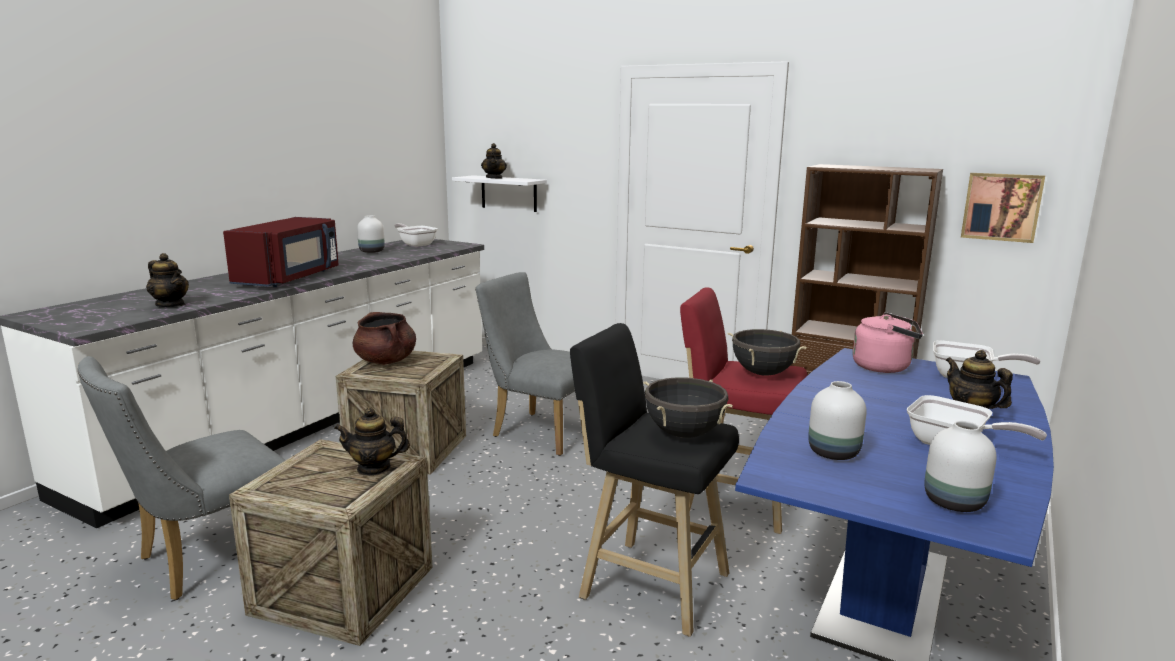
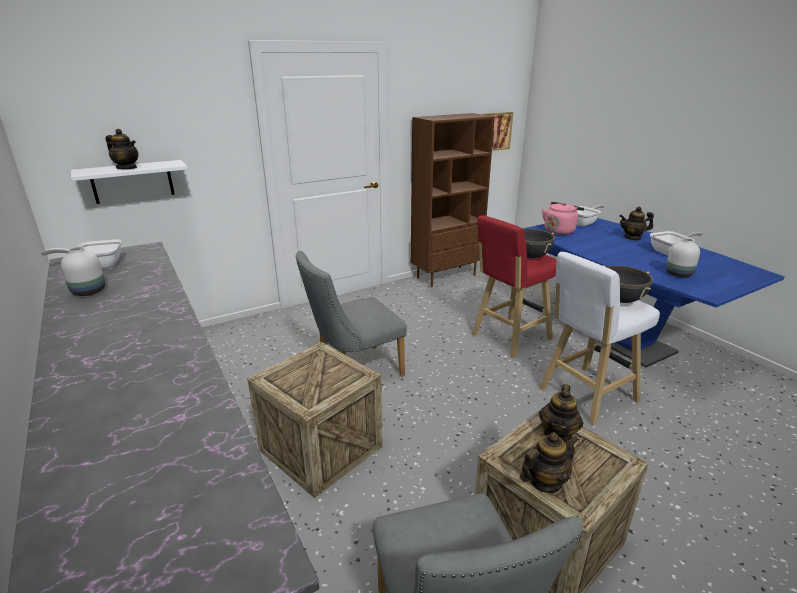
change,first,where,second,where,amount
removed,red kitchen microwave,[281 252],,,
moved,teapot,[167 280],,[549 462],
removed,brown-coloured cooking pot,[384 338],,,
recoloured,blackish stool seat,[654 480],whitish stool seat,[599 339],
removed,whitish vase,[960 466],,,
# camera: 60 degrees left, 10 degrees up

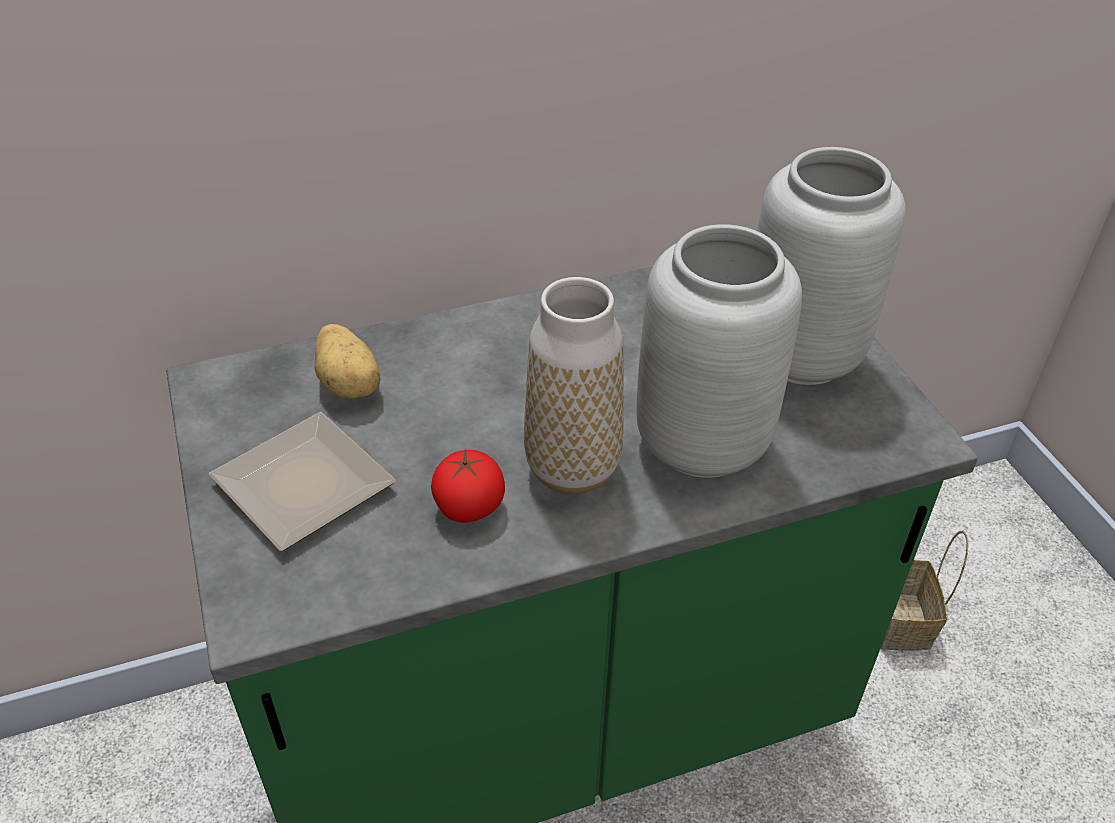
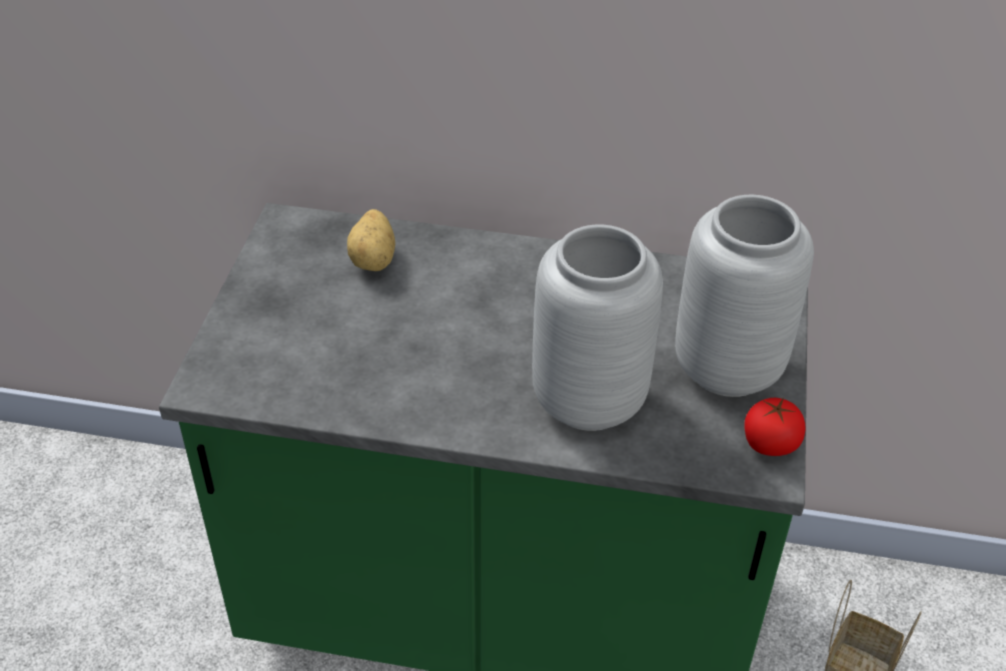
change,first,where,second,where,amount
removed,vase,[574 385],,,
removed,plate,[302 481],,,
moved,fresh tomato,[468 486],,[775 427],
# camera: 30 degrees right, 0 degrees up

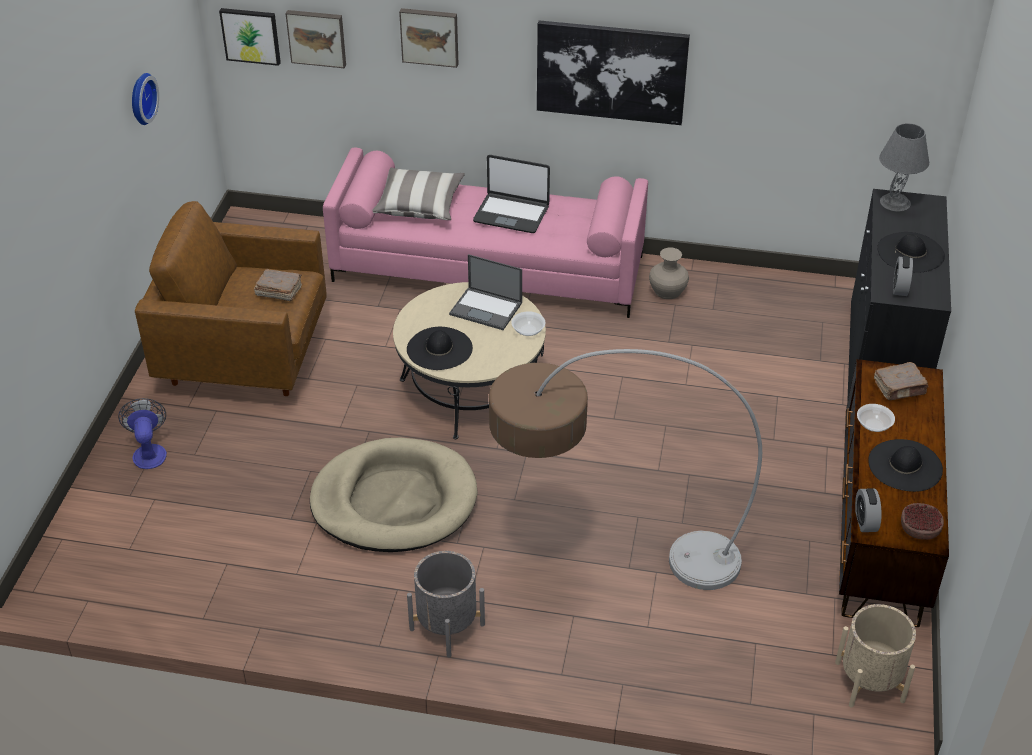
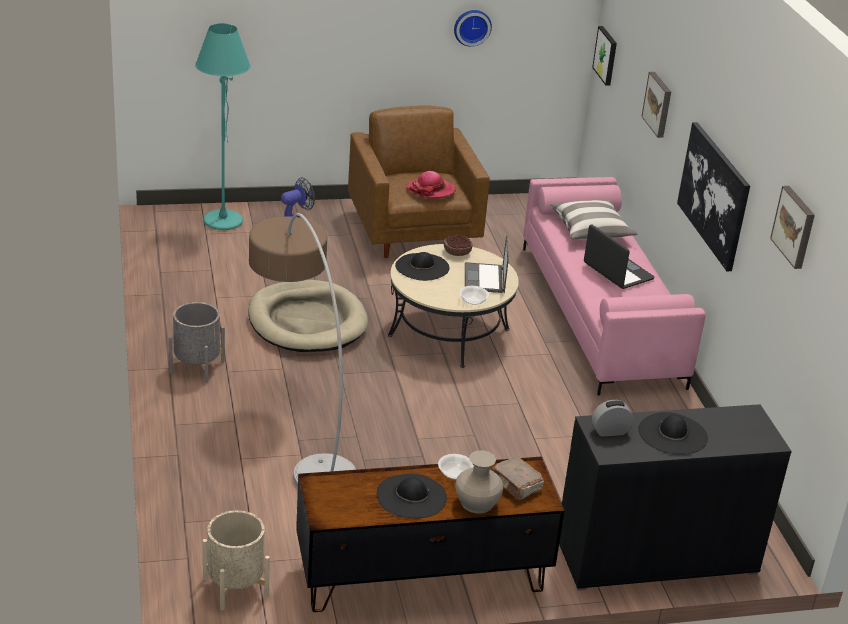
change,first,where,second,where,amount
moved,wall picture,[315 39],,[792 227],
removed,grey tabletop lamp,[904 167],,,
turned,laptop,[511 194],,[619 256],150 degrees clockwise
moved,beige vase,[669 273],,[479 482],
replaced,brown-coloured volume,[278 285],wearable hat,[431 185],
removed,alarm clock,[868 510],,,
moved,serving bowl,[922 521],,[458 245],
added,,,turquoise standing lamp,[223 126],
# camera: 65 degrees right, 10 degrees down

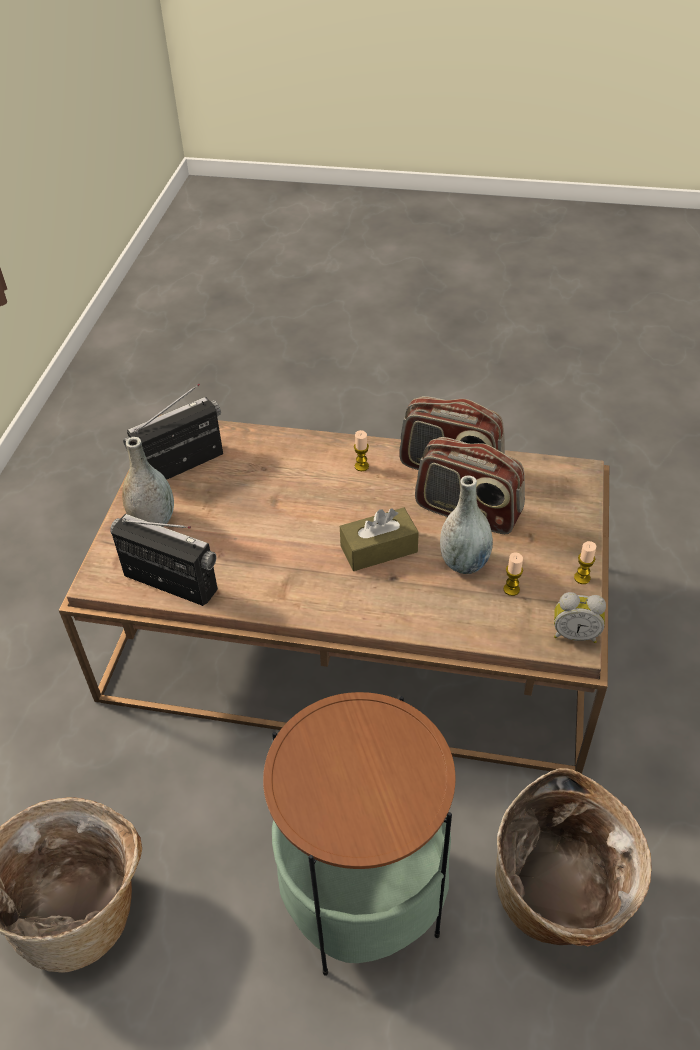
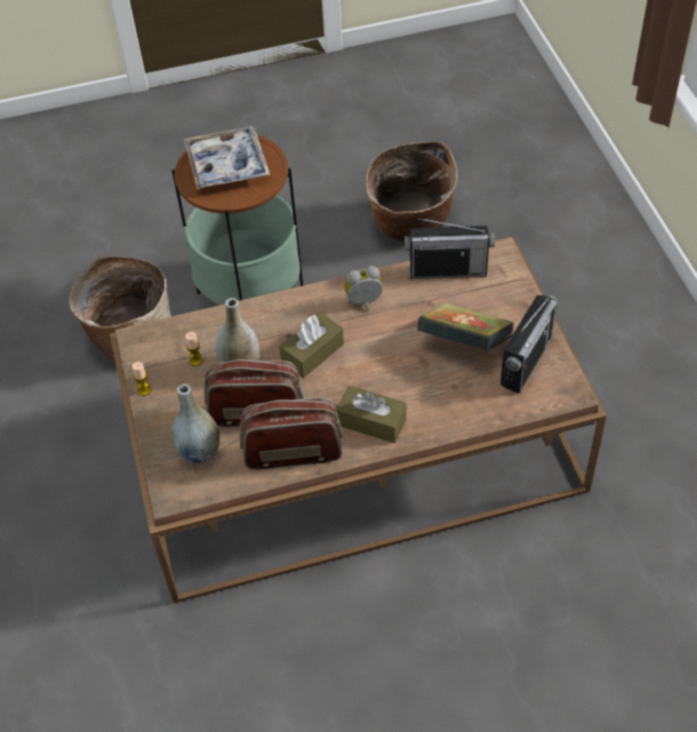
change,first,where,second,where,amount
replaced,wax light,[361 450],brown-coloured tissue box,[372 414],
moved,grey vase,[148 482],,[196 424],
moved,alarm clock,[580 617],,[363 288],
added,,,carrying tray,[227 158],
added,,,volume,[465 326],
# camera: 155 degrees right, 5 degrees up

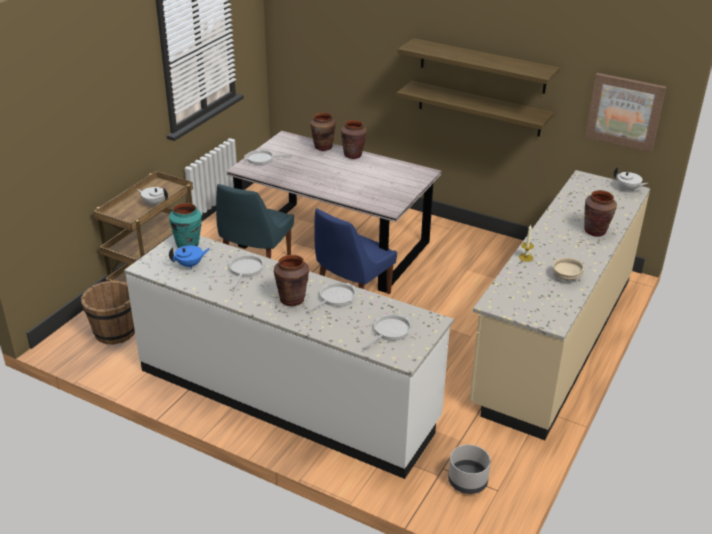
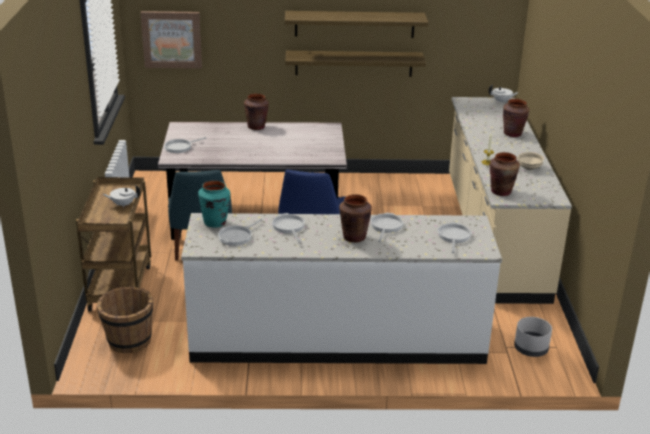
change,first,where,second,where,amount
moved,wall picture,[625 112],,[171 40],
moved,brown-coloured vase,[323 131],,[504 174],
replaced,blue-coloured teapot,[189 257],frying pan,[240 232],
# camera: 30 degrees left, 5 degrees down

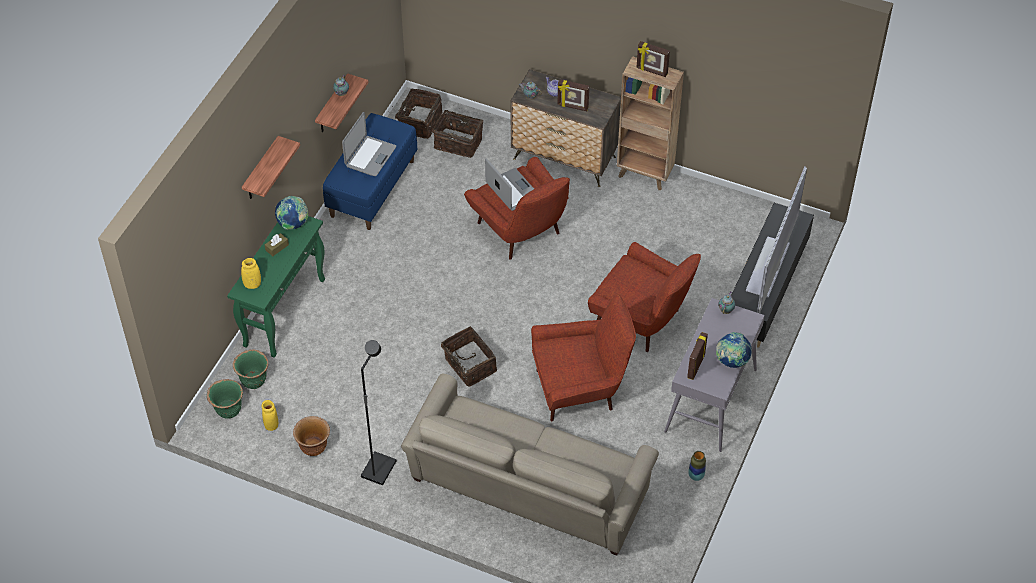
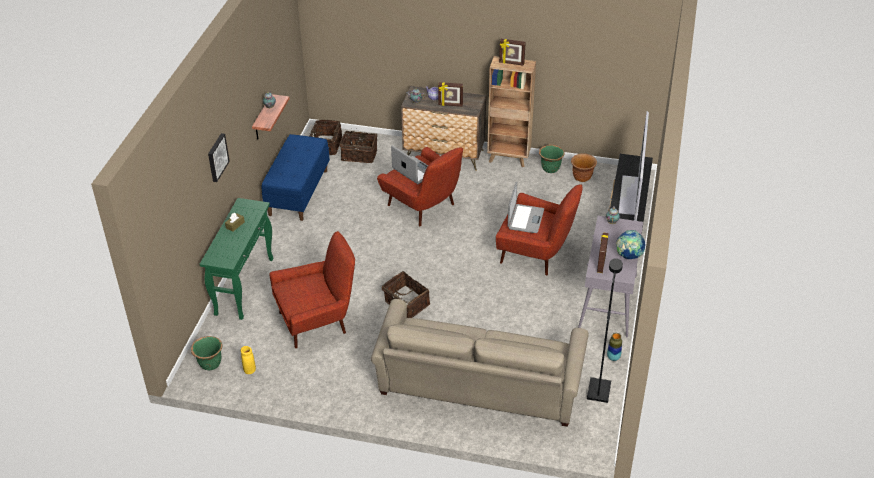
change,first,where,second,where,amount
moved,laptop,[369 144],,[526 207],
replaced,shelf,[271 167],wall picture,[218 157],
removed,world globe,[292 213],,,
removed,yellow vase,[251 273],,,
moved,red armchair,[583 357],,[312 289],
moved,blackish standing lamp,[378 412],,[605 330],
moved,green-coloured planter,[250 369],,[552 159],
moved,brown-coloured planter,[311 436],,[584 167],
# camera: 10 degrees left, 10 degrees down

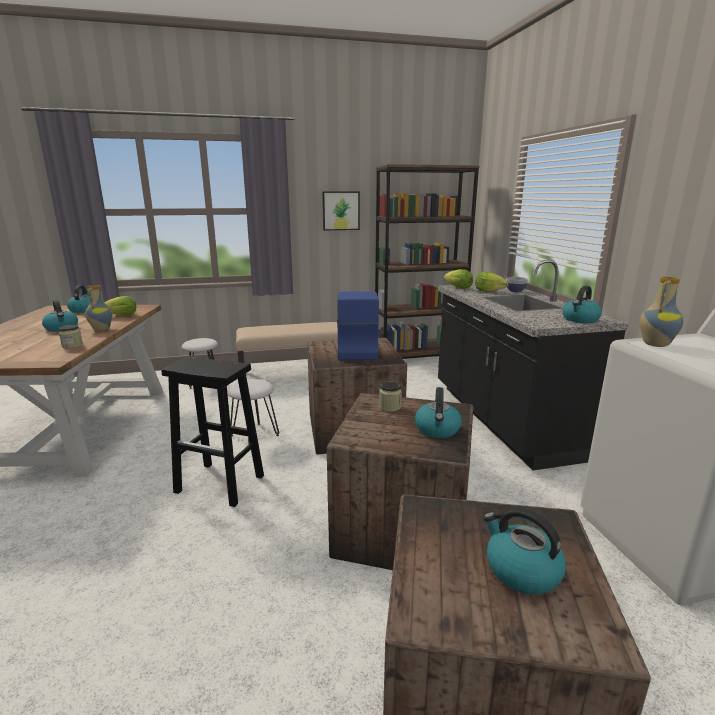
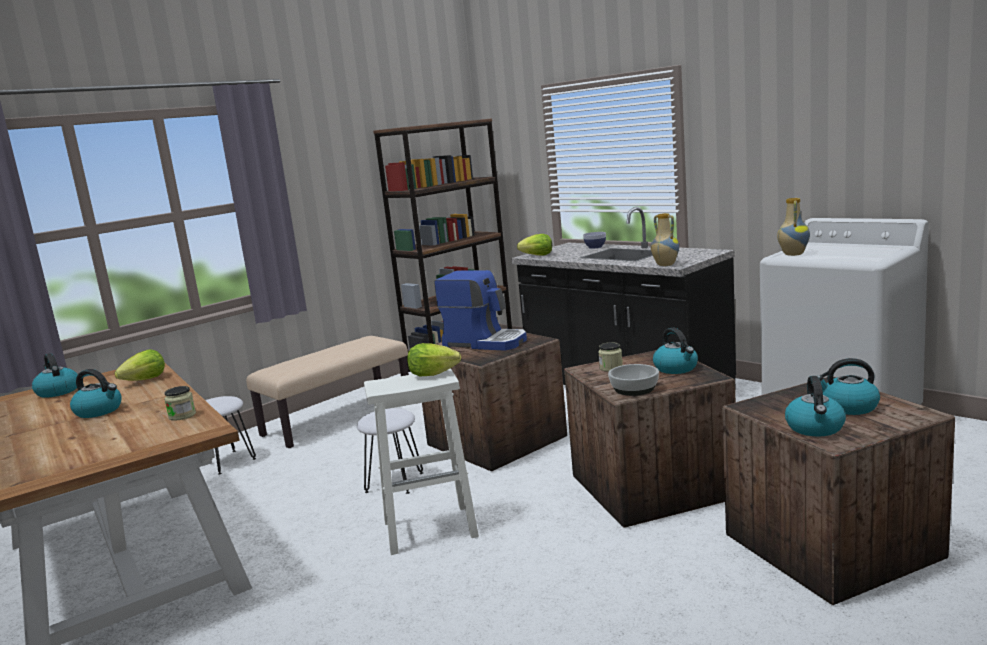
change,first,where,second,where,amount
removed,wall picture,[341 210],,,
moved,head of lettuce,[491 282],,[434 359],
moved,vase,[99 308],,[665 239],
moved,water kettle,[582 304],,[815 406],
turned,coffee brewer,[358 325],,[480 310],150 degrees clockwise
recoloured,blackish stool seat,[212 431],whitish stool seat,[421 461],
added,,,serving bowl,[633 380],
# camera: 30 degrees left, 5 degrees down

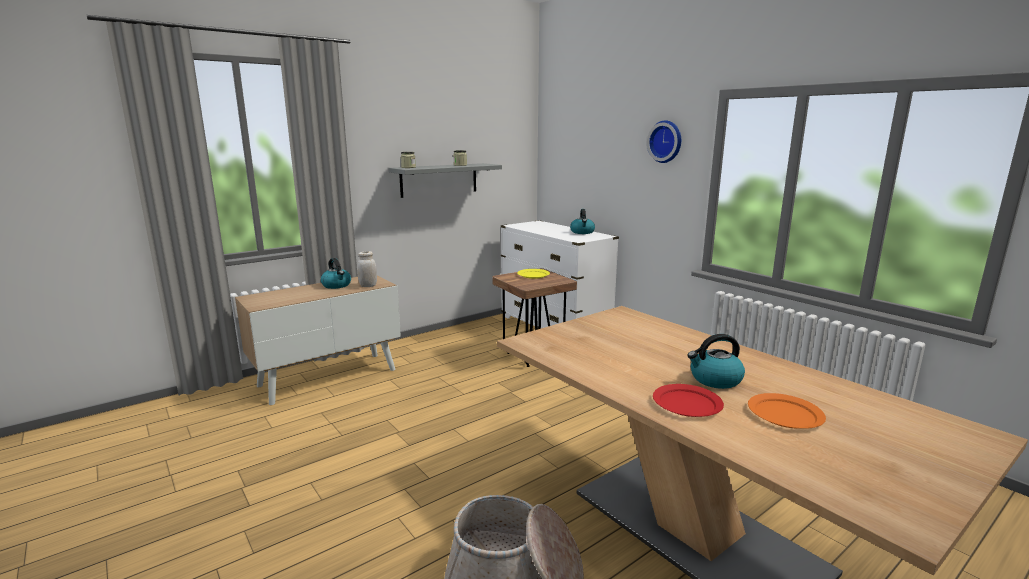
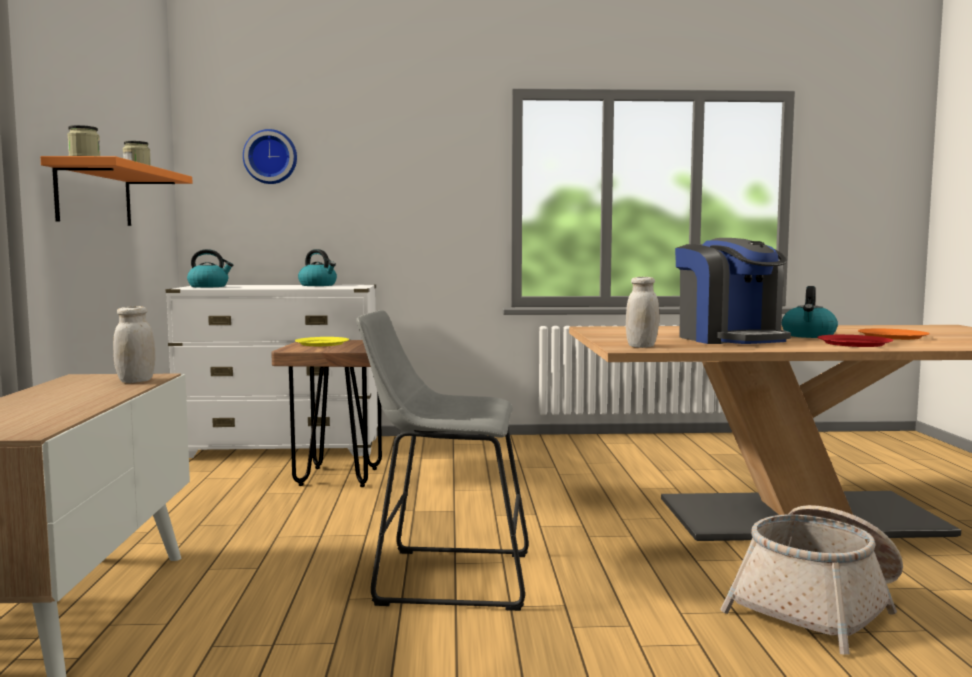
change,first,where,second,where,amount
moved,clock on the wall,[664 141],,[270 156],
recoloured,grey shelf,[445 180],orange-coloured shelf,[116 191],
moved,water kettle,[336 273],,[210 268],
added,,,coffee brewer,[733 291],
added,,,whitish preserve jar,[642 312],
added,,,grey stool seat,[442 460],
# camera: 55 degrees left, 10 degrees down

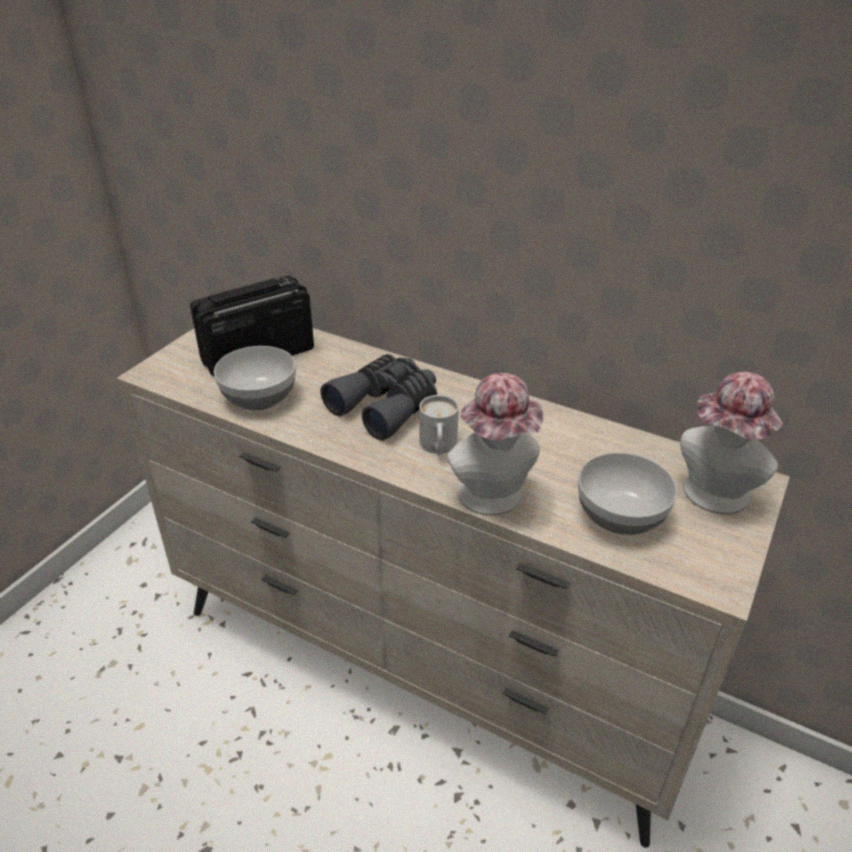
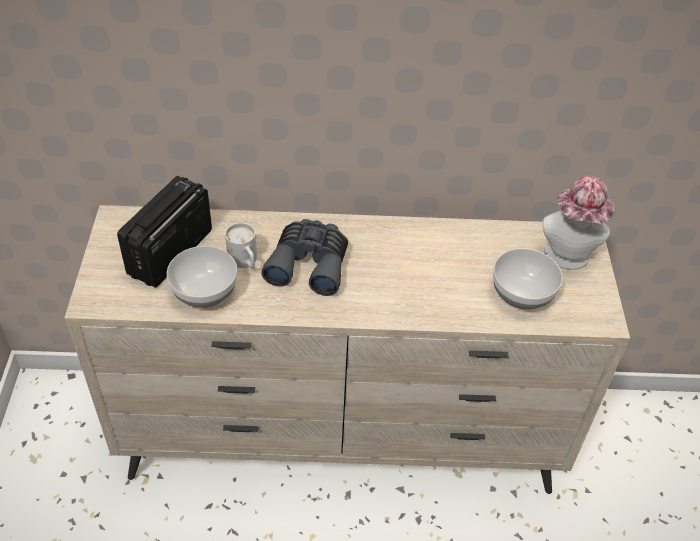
change,first,where,second,where,amount
removed,wearable hat,[494 444],,,
moved,whitish coffee mug,[439 425],,[241 245],
# camera: 30 degrees left, 10 degrees up

